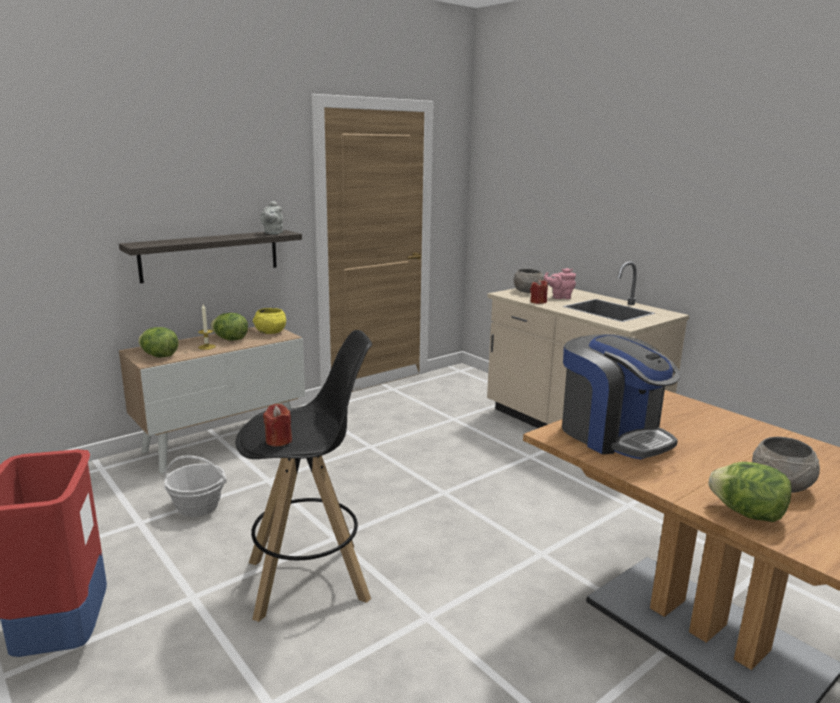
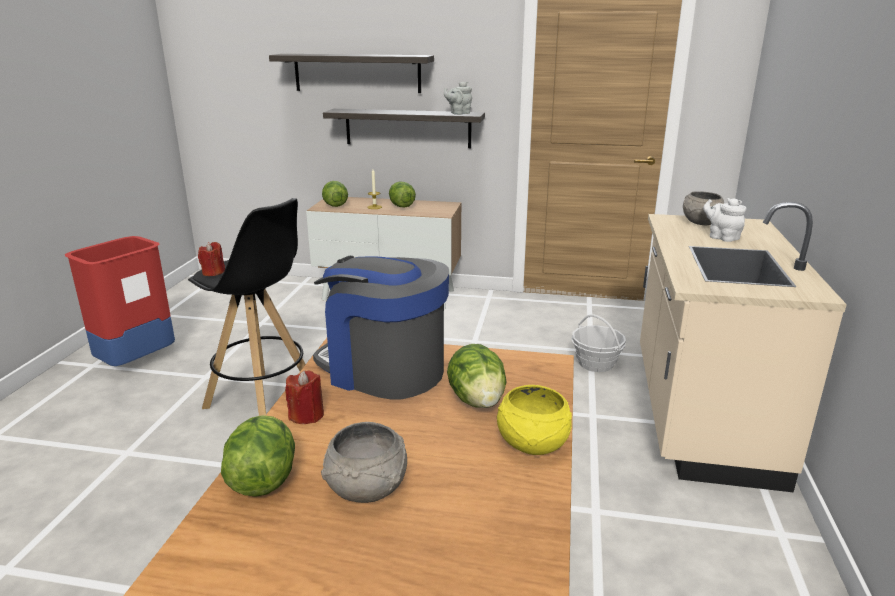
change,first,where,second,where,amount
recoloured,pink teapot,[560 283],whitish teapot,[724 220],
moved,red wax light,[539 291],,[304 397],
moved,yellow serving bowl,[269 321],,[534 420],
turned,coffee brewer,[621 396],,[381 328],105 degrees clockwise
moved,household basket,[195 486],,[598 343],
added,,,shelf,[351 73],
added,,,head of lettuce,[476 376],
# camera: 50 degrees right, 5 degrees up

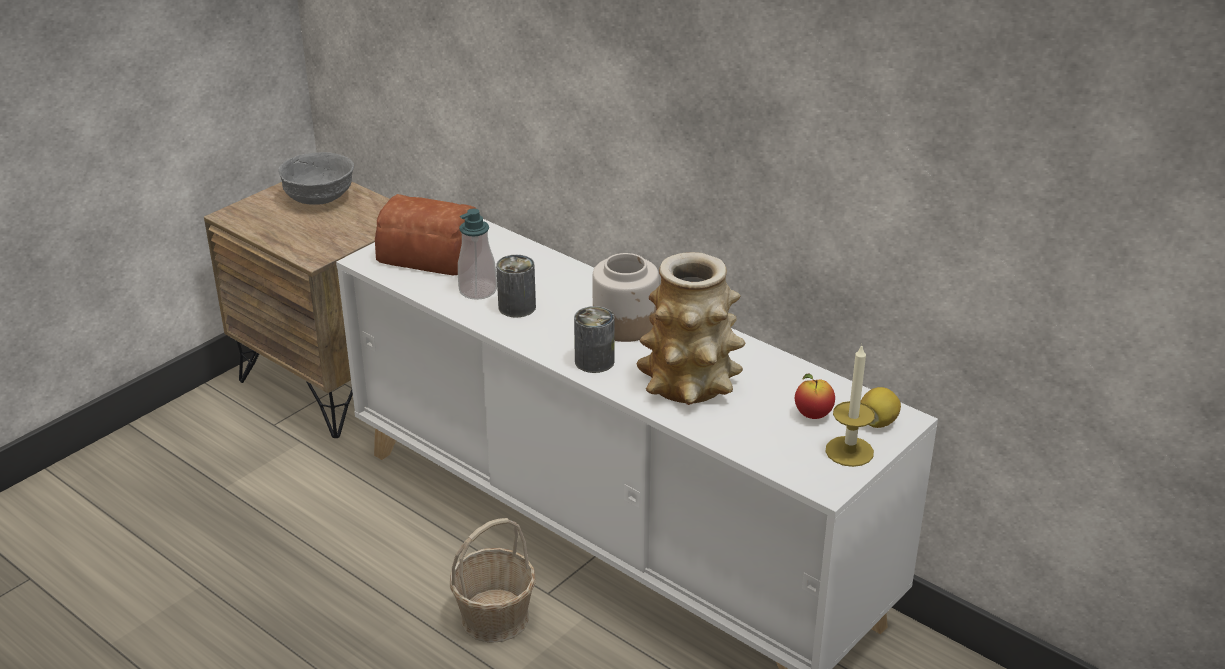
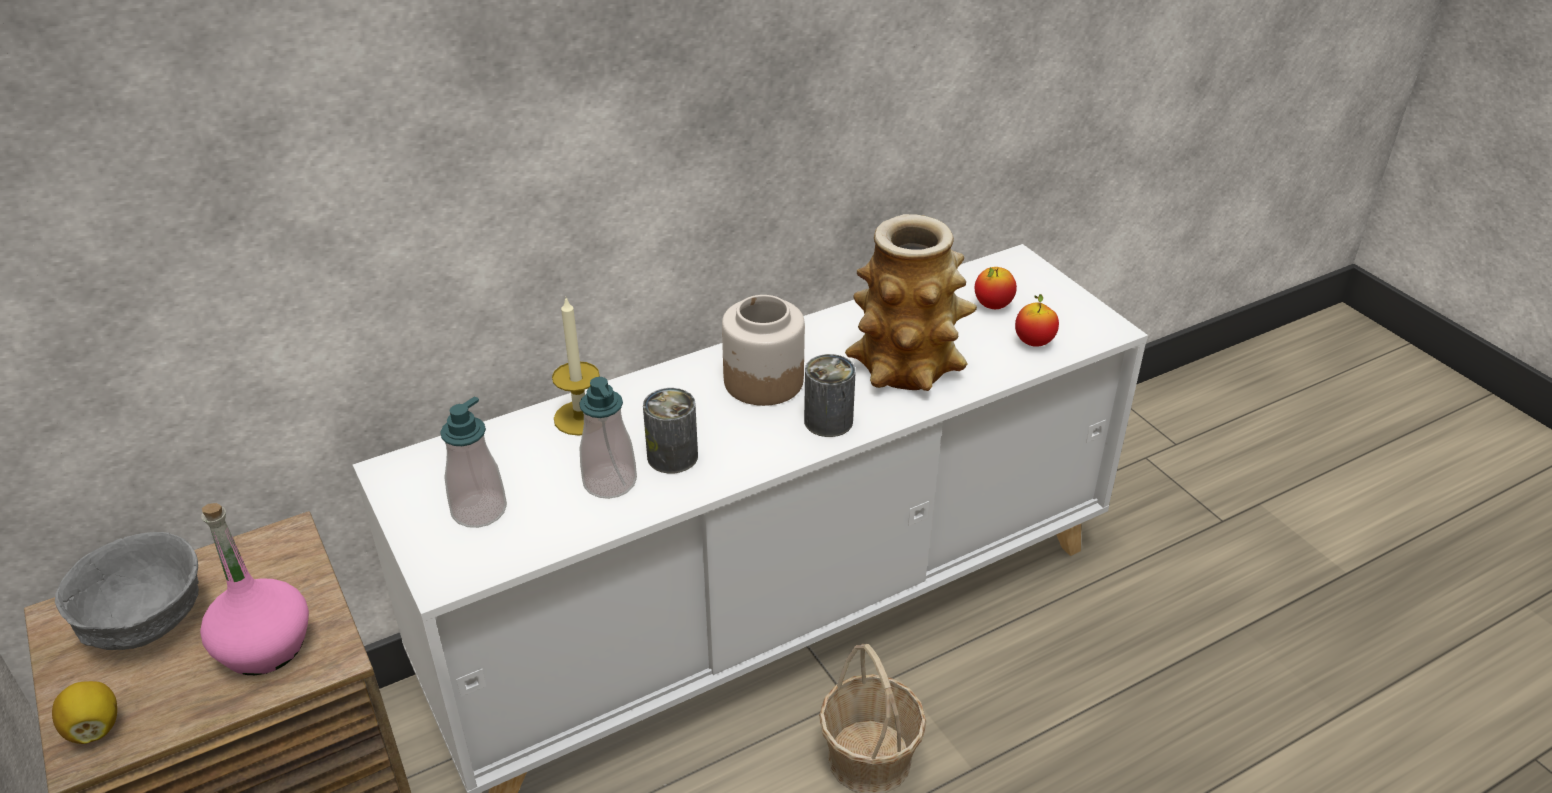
change,first,where,second,where,amount
replaced,bread,[425 234],soap bottle,[473 462],
moved,wax light,[850 406],,[576 366],
moved,lemon,[880 407],,[84 712],
added,,,apple fruit,[1037 320],
added,,,pink drink bottle,[254 589],
# camera: 70 degrees left, 5 degrees up

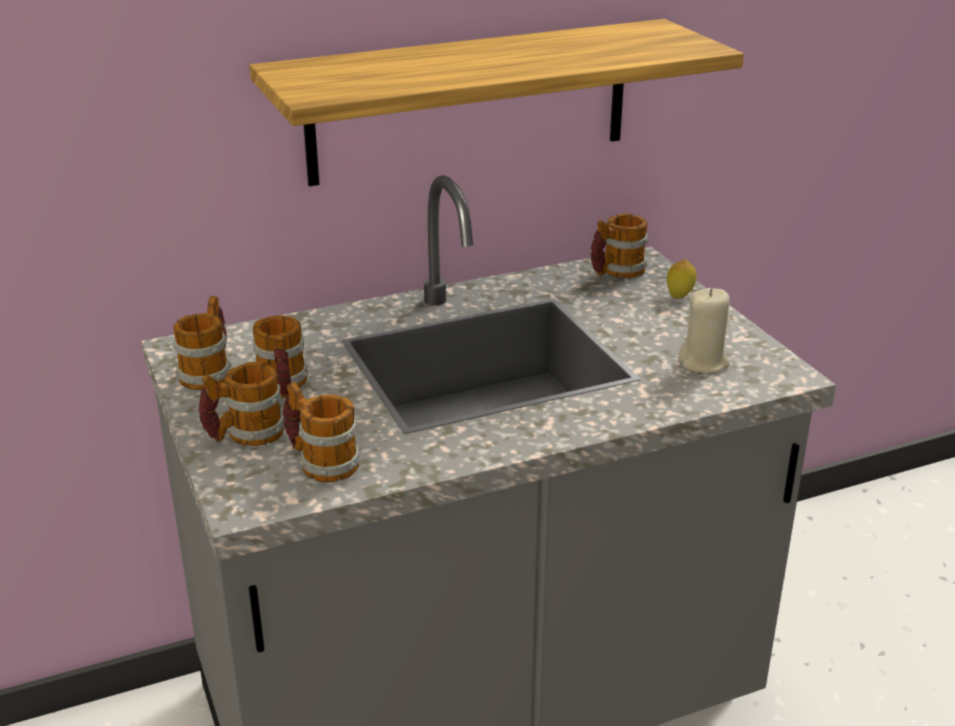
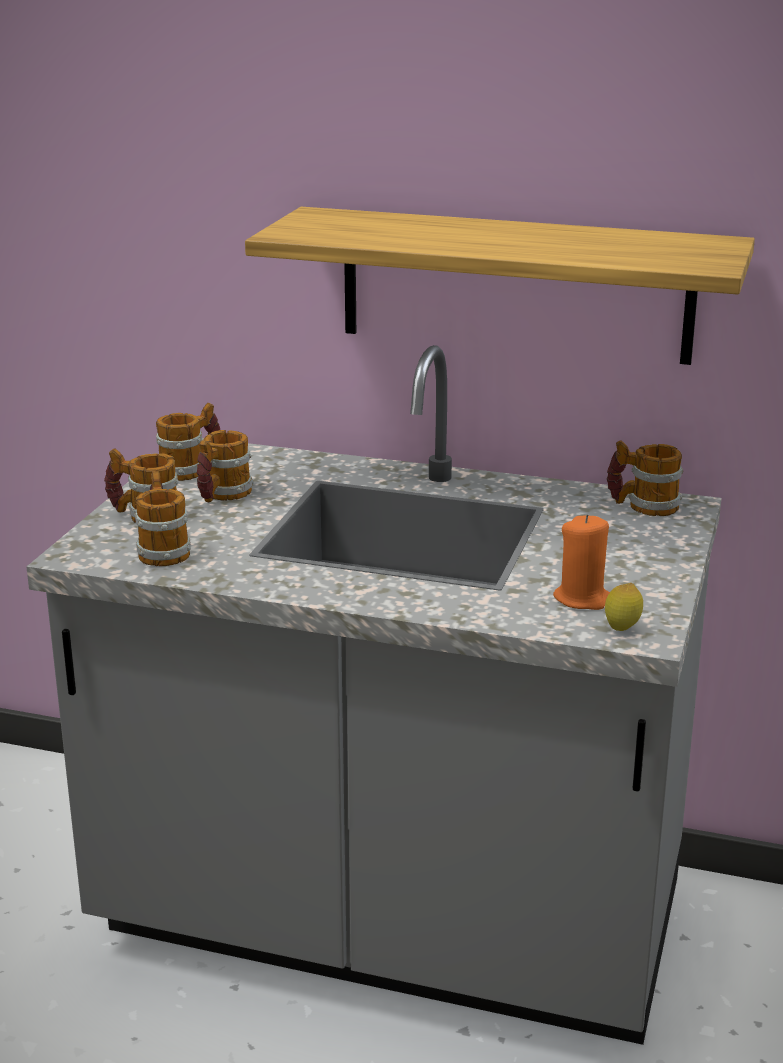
change,first,where,second,where,amount
moved,lemon,[682 279],,[624 607],
recoloured,beige wax light,[704 330],orange-coloured wax light,[581 562],
# camera: 40 degrees right, 5 degrees down

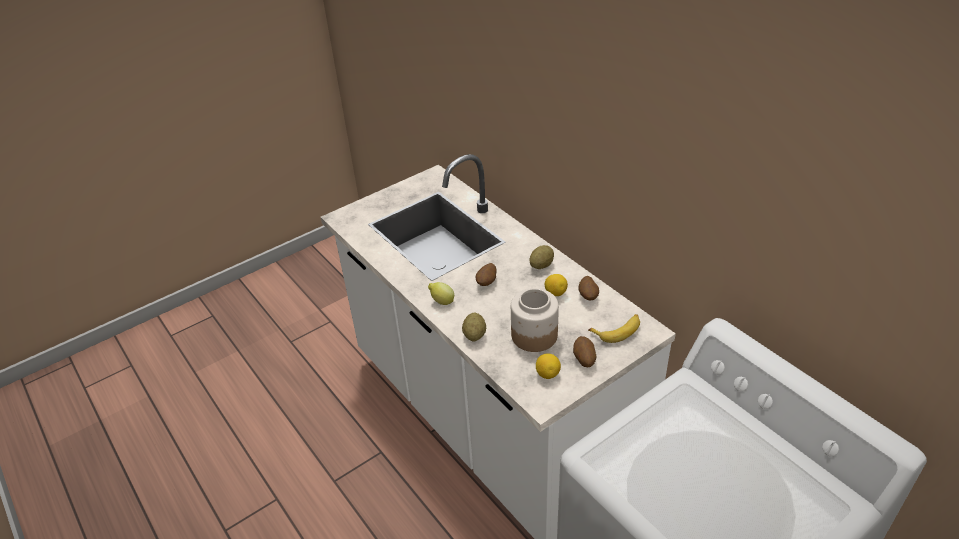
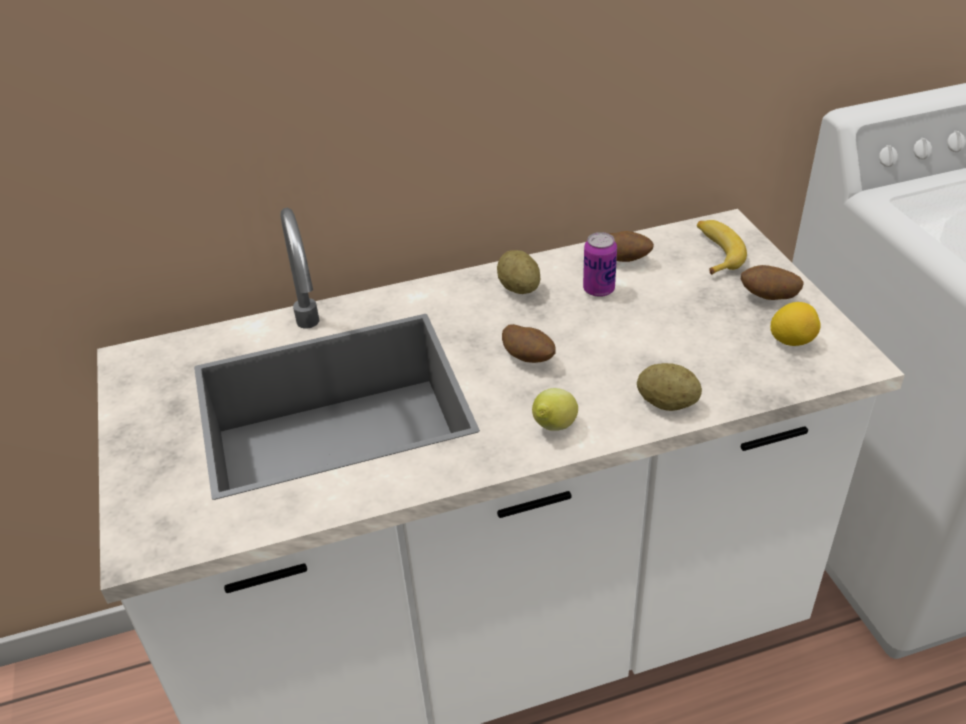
change,first,where,second,where,amount
replaced,lemon,[556 285],metal can,[600 264],
removed,preserve jar,[535 320],,,
# camera: 70 degrees left, 0 degrees up

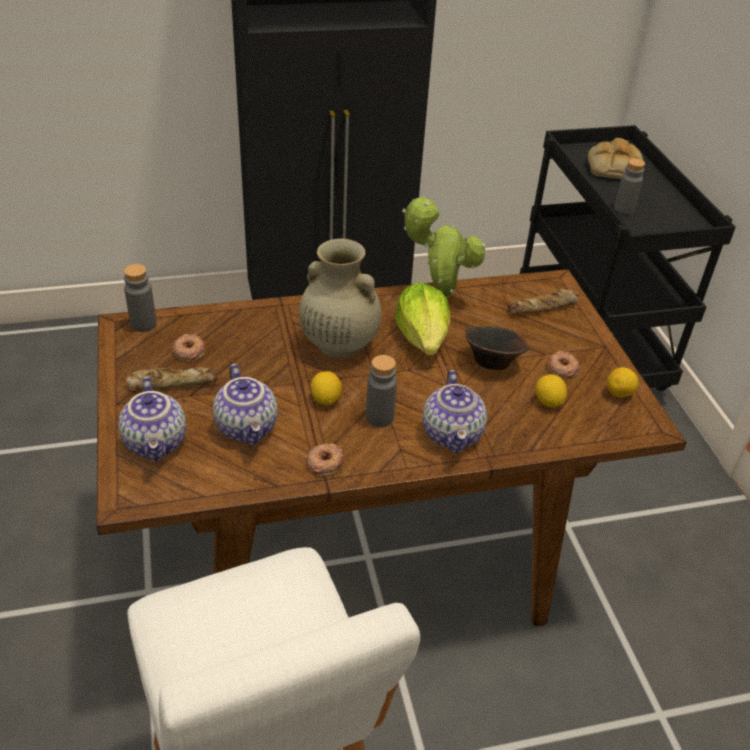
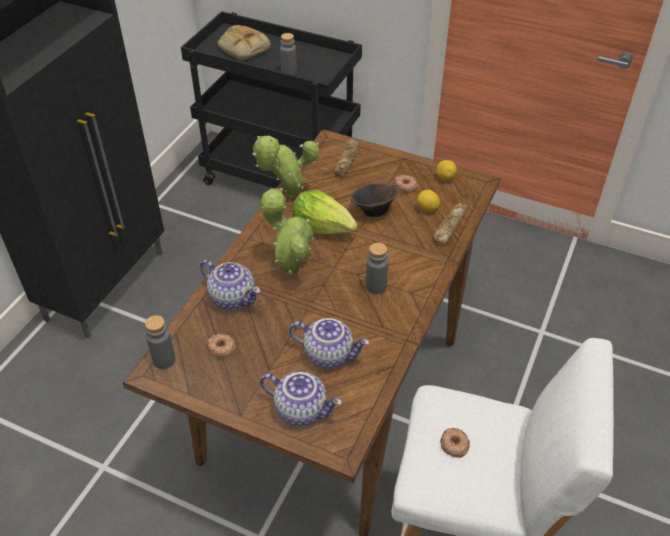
change,first,where,second,where,amount
replaced,beige vase,[340 299],houseplant,[287 231],
moved,bread,[171 378],,[451 223],
moved,teapot,[454 411],,[230 285],
removed,lemon,[326 388],,,
moved,ring doughnut,[325 459],,[455 443],
# camera: 50 degrees left, 5 degrees up

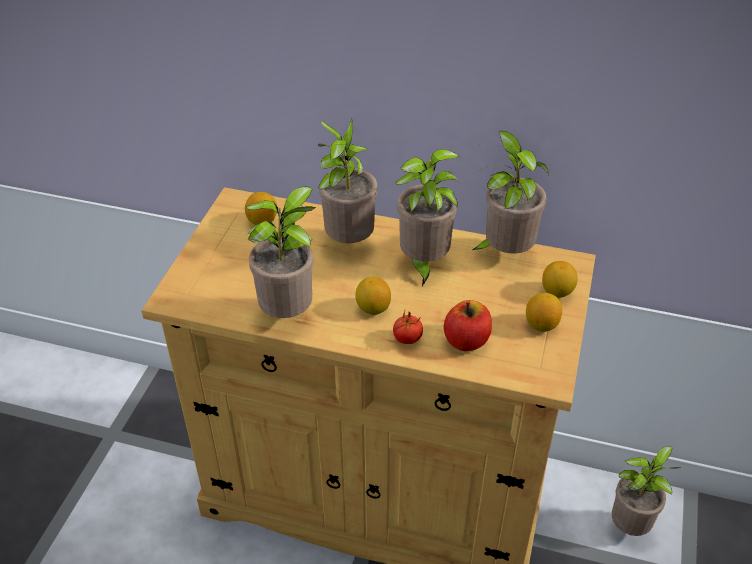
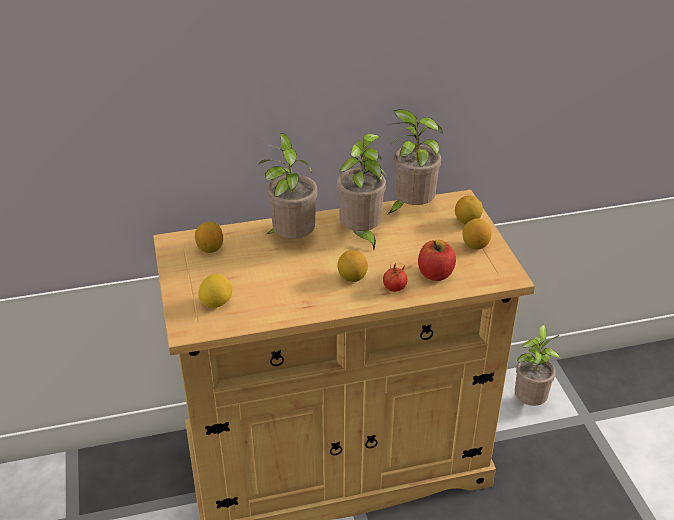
change,first,where,second,where,amount
removed,houseplant,[281 252],,,
added,,,lemon,[215 291],
# camera: 30 degrees left, 5 degrees down

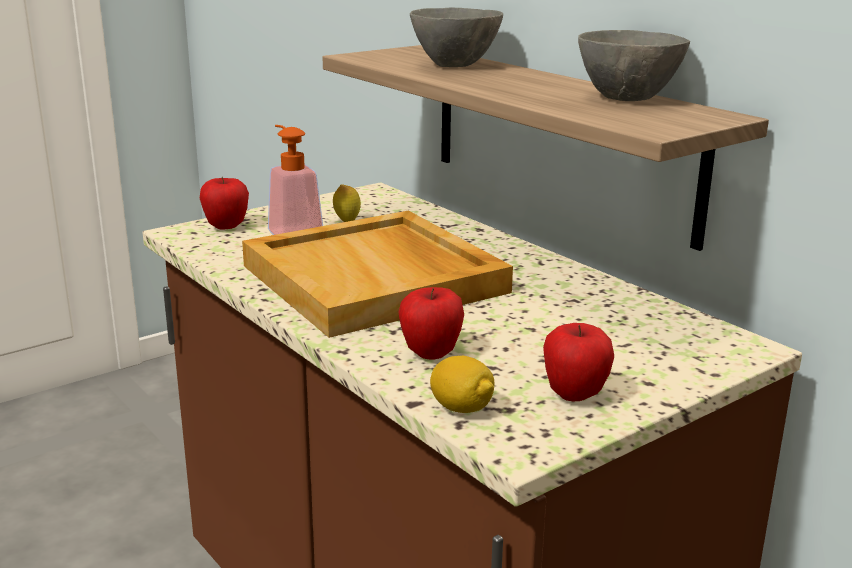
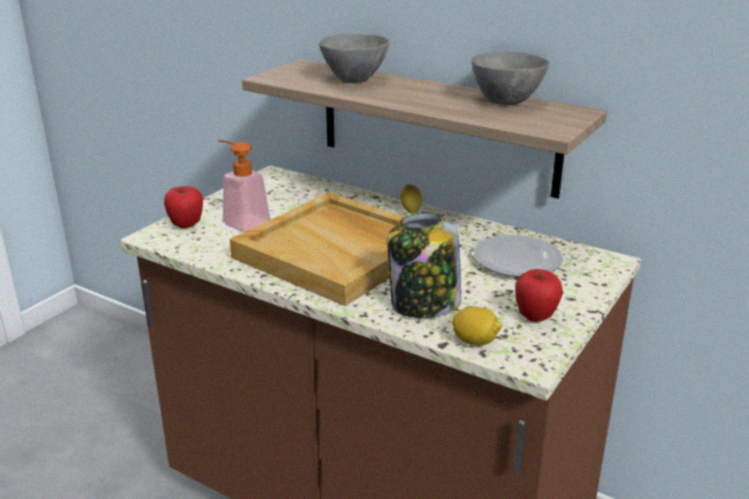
change,first,where,second,where,amount
moved,lemon,[347 203],,[411 199],
replaced,apple fruit,[431 323],preserve jar,[424 265],
added,,,plate,[518 256],
# camera: 20 degrees left, 5 degrees up

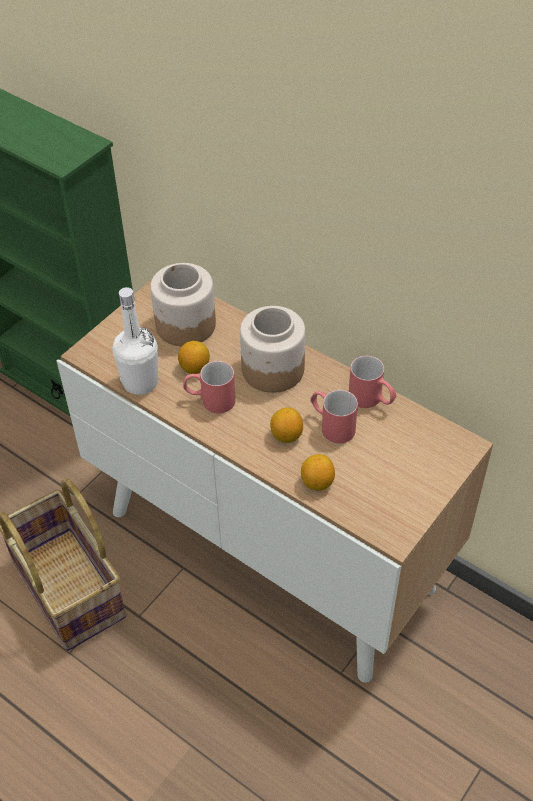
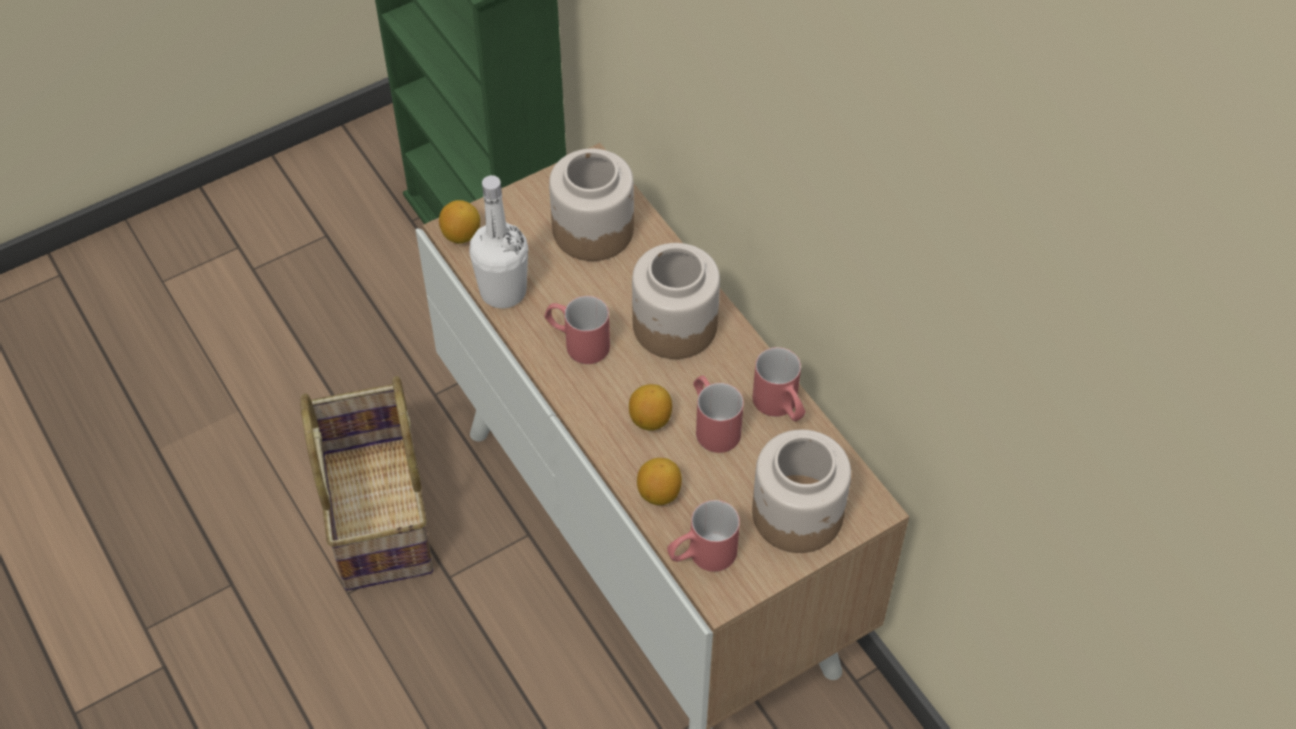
change,first,where,second,where,amount
moved,lemon,[194 357],,[459 222],
added,,,preserve jar,[801 491],
added,,,red coffee mug,[703 536],
# camera: 20 degrees right, 5 degrees up

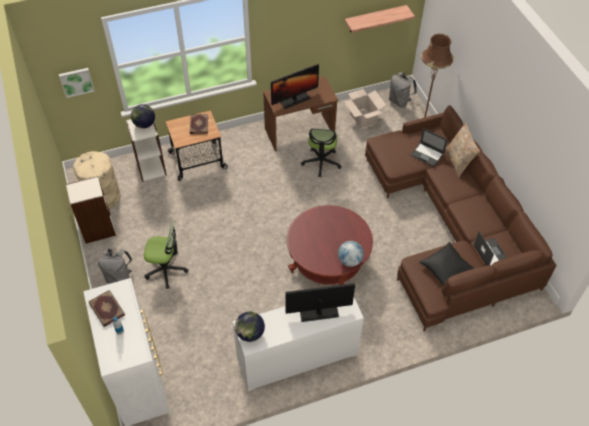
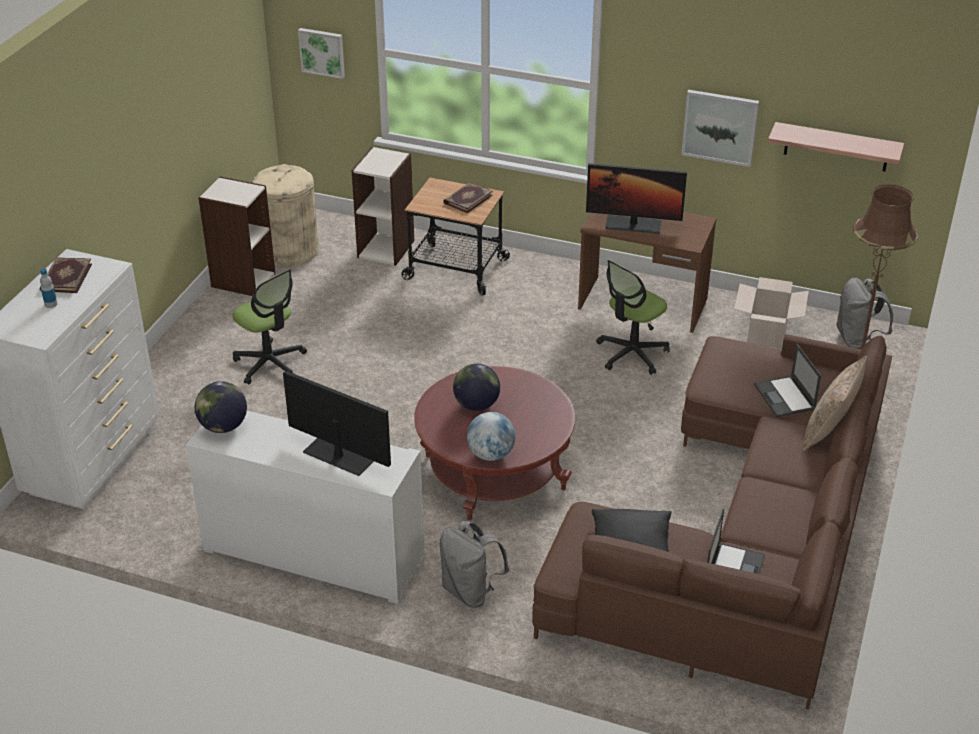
change,first,where,second,where,amount
moved,world globe,[143 116],,[476 387],
moved,grey knapsack,[115 266],,[475 564],
added,,,wall picture,[720 128],
# camera: 40 degrees right, 15 degrees down

